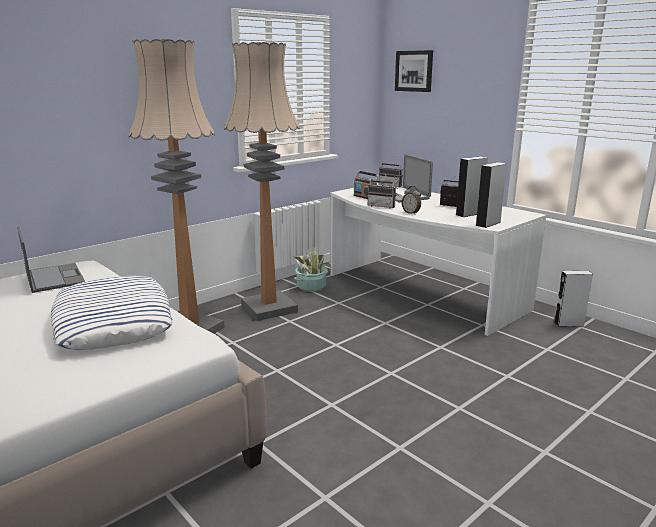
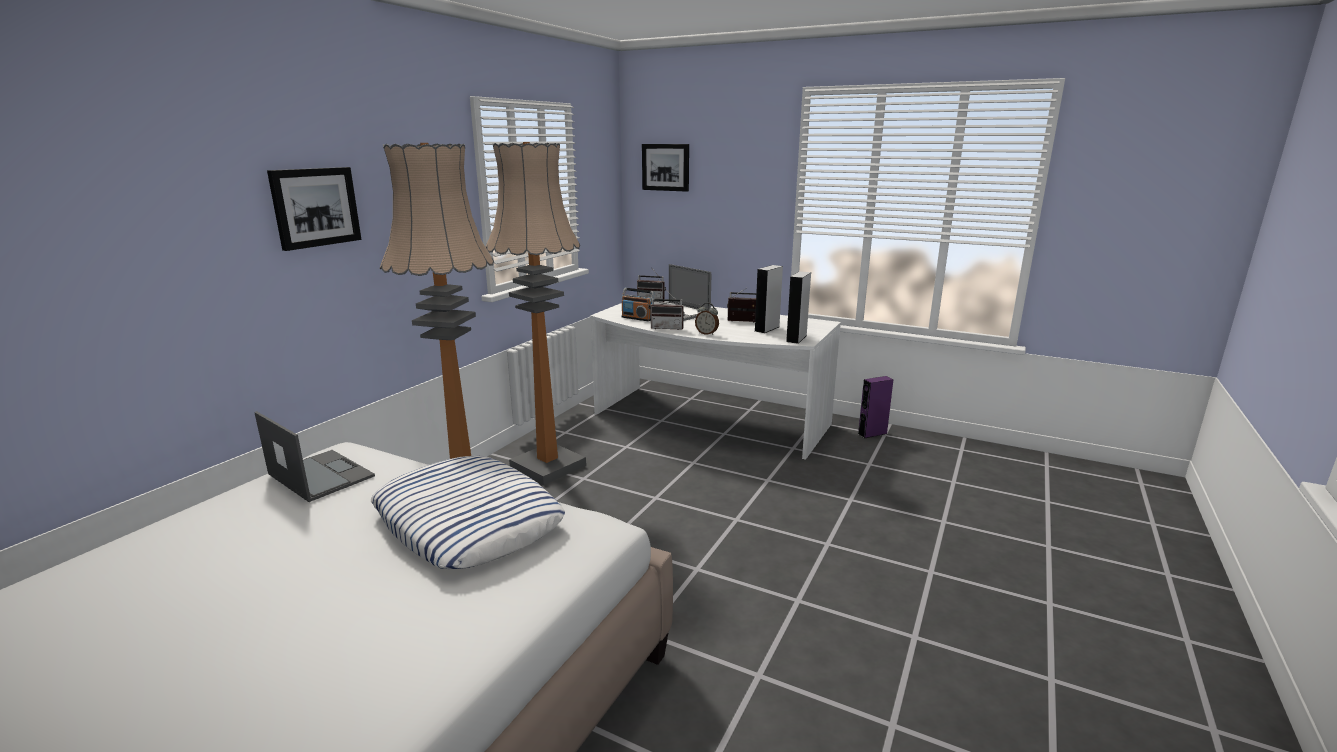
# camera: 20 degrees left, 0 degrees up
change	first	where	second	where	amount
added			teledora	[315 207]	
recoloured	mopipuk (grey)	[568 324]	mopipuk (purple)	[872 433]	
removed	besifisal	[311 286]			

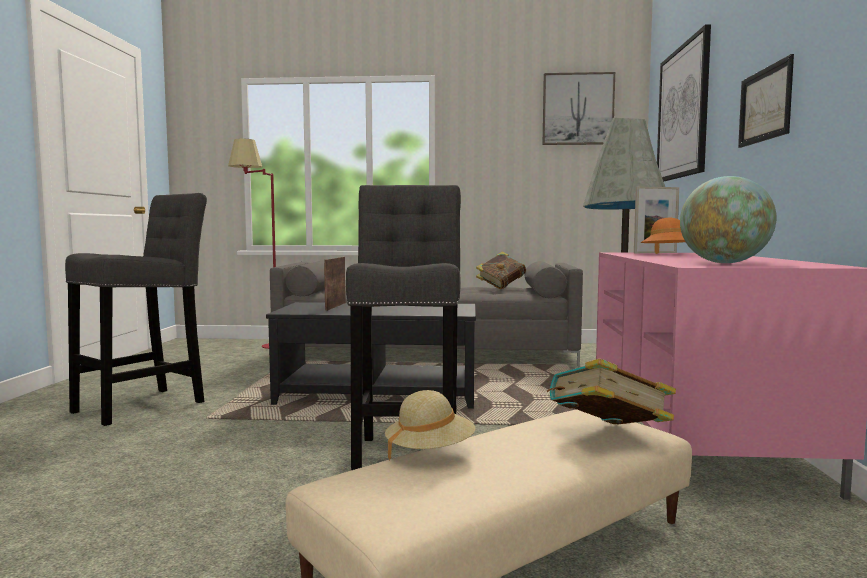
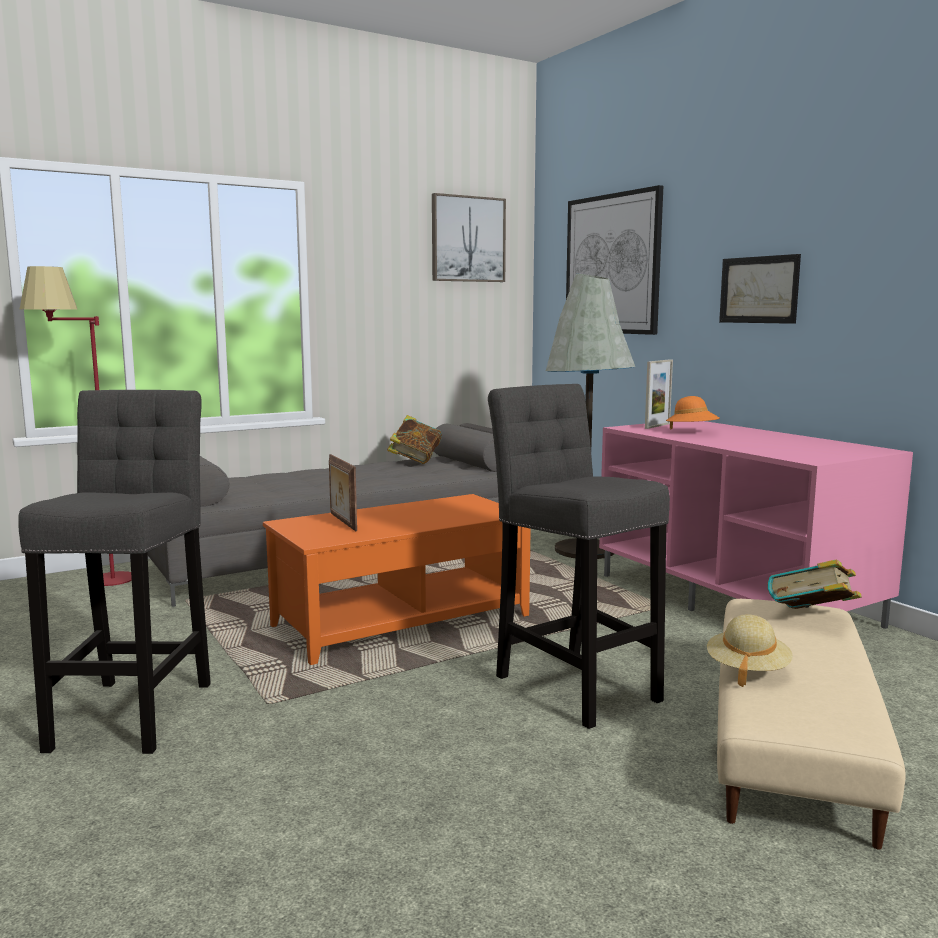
# camera: 35 degrees left, 5 degrees up
change	first	where	second	where	amount
recoloured	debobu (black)	[378 394]	debobu (orange)	[400 621]	
removed	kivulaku	[724 263]			

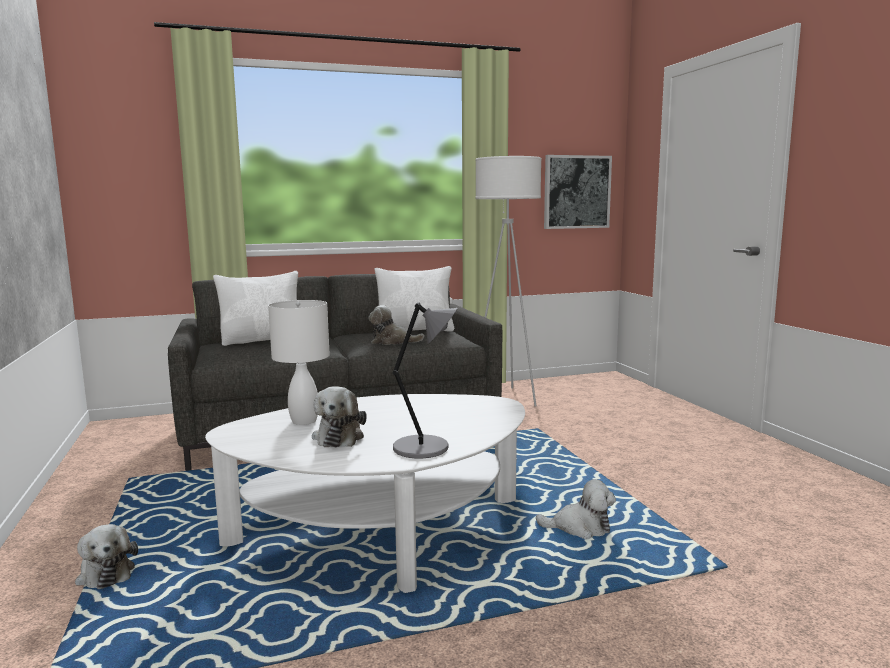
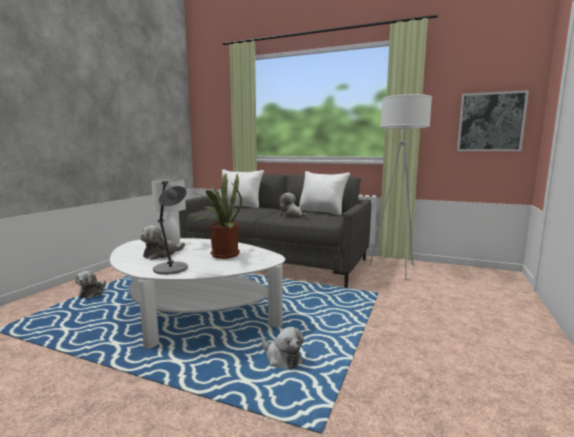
# camera: 40 degrees right, 0 degrees up
change	first	where	second	where	amount
added			besifisal	[222 254]	

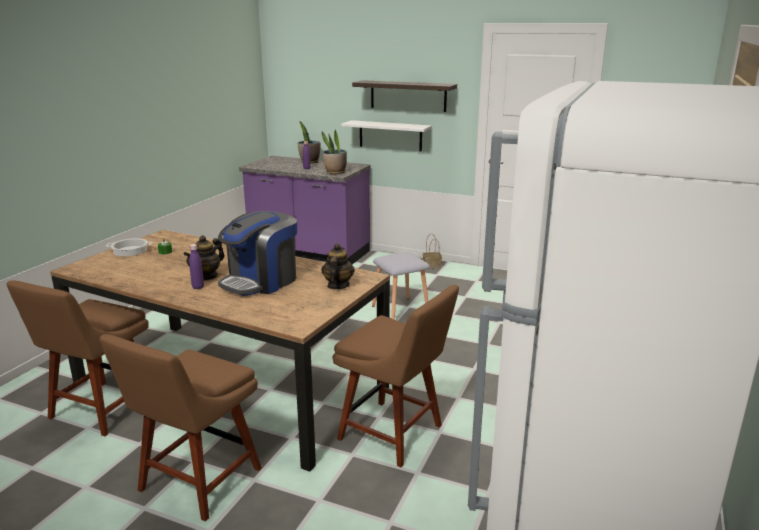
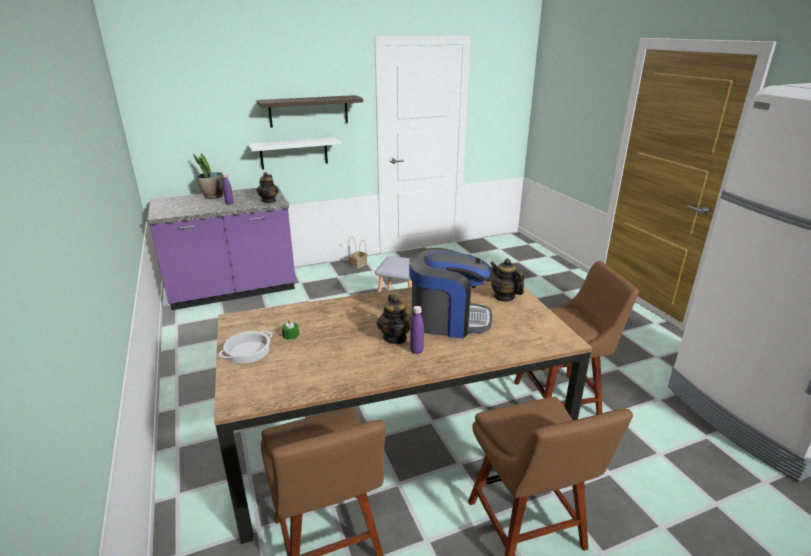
# camera: 45 degrees left, 5 degrees up
change	first	where	second	where	amount
replaced	besifisal	[335 172]	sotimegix	[269 201]	
turned	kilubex	[261 281]		[448 320]	75 degrees counterclockwise

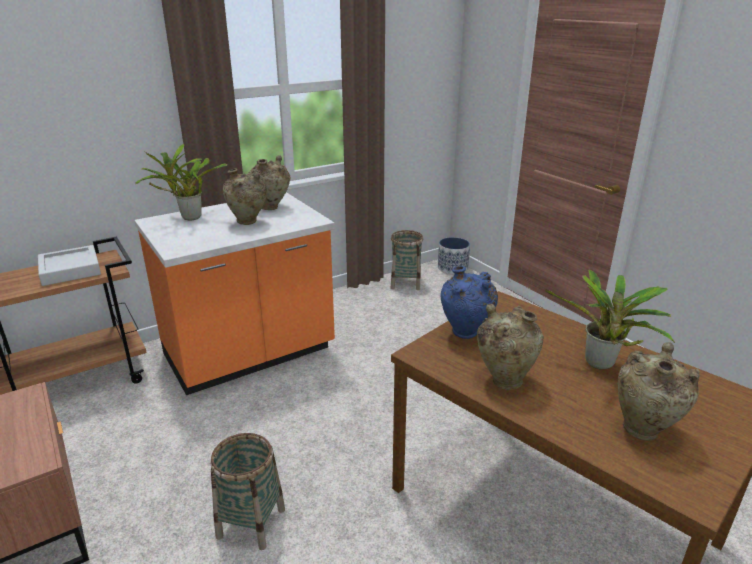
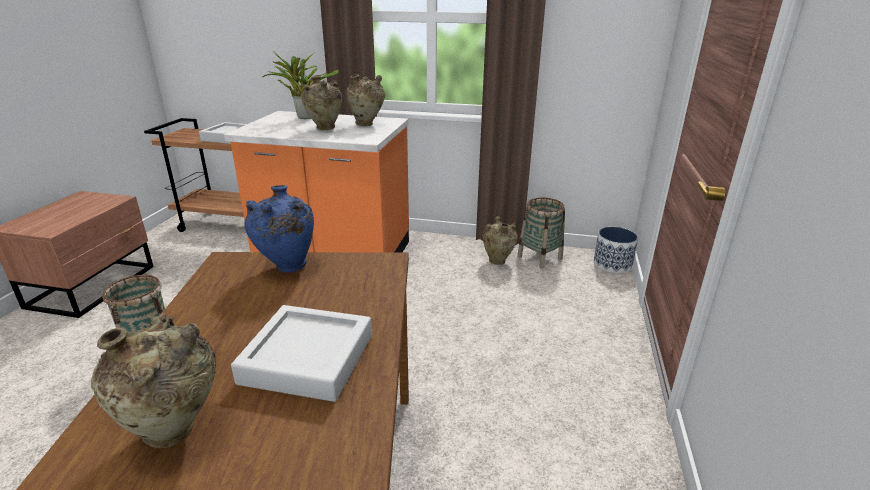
# camera: 45 degrees right, 0 degrees up
change	first	where	second	where	amount
replaced	besifisal	[601 366]	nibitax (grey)	[308 359]	
moved	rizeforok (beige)	[504 380]		[498 261]	

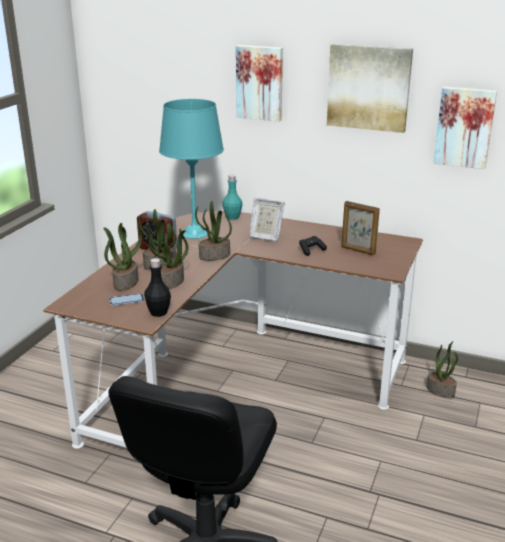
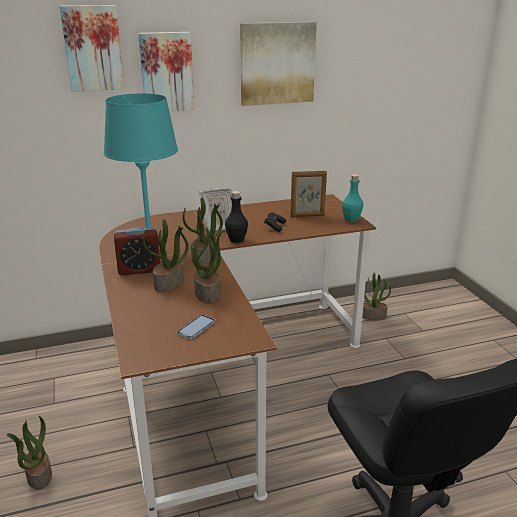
# camera: 40 degrees left, 0 degrees up
change	first	where	second	where	amount
moved	besifisal	[125 282]		[38 475]	
moved	teledora	[464 127]		[93 48]	
moved	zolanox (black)	[158 312]		[236 240]	
moved	zolanox (turquoise)	[232 217]		[351 219]	

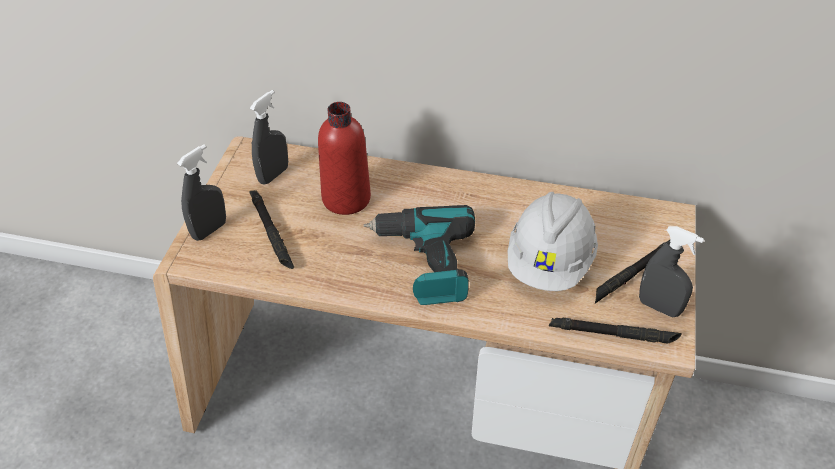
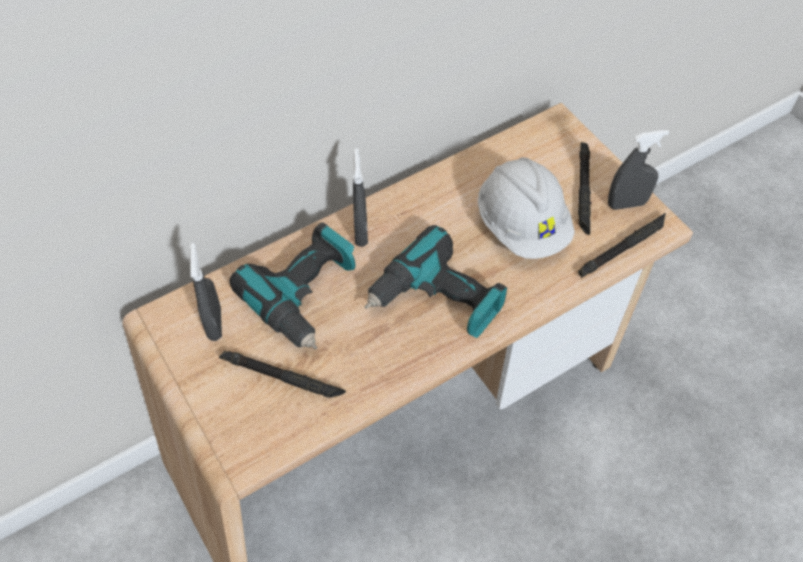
# camera: 45 degrees left, 10 degrees up
change	first	where	second	where	amount
replaced	zolanox (red)	[346 198]	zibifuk	[307 295]	
moved	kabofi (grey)	[209 230]		[361 232]	

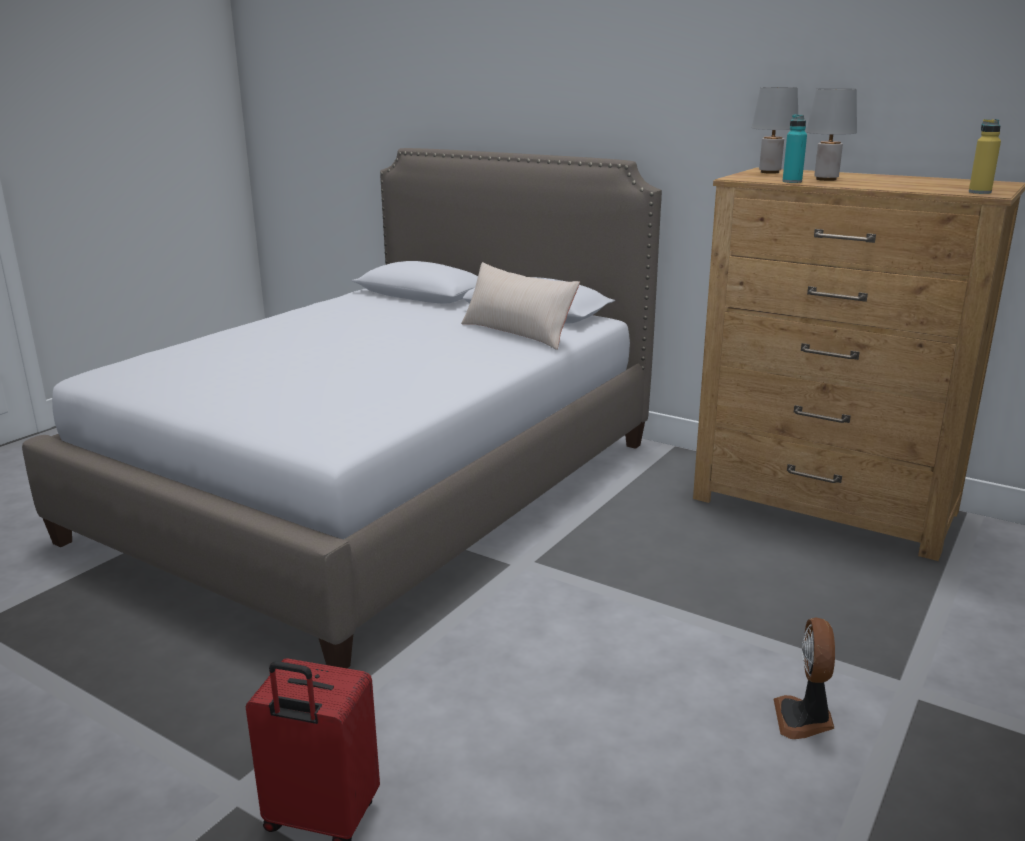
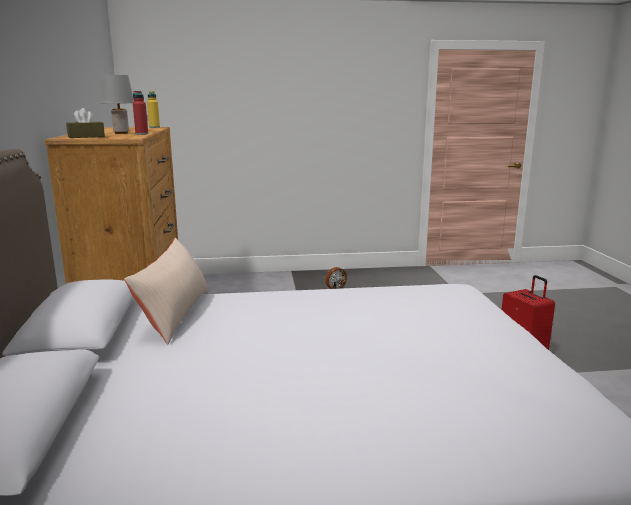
# camera: 130 degrees left, 5 degrees down
change	first	where	second	where	amount
replaced	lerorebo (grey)	[770 172]	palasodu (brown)	[86 137]	
recoloured	zolanox (turquoise)	[792 181]	zolanox (red)	[142 134]	

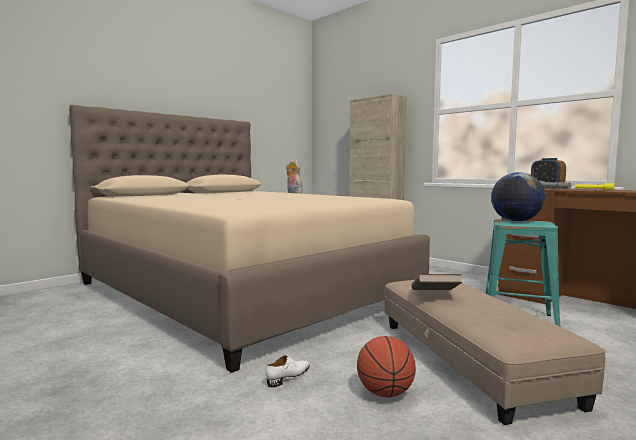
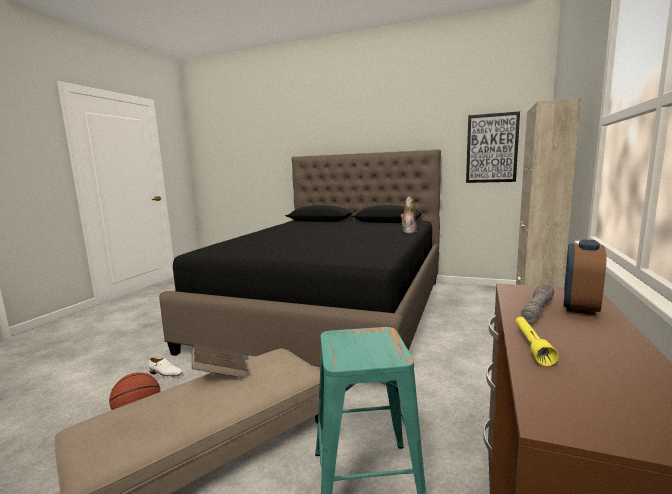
# camera: 65 degrees right, 5 degrees up
change	first	where	second	where	amount
recoloured	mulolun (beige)	[243 290]	mulolun (black)	[331 311]	
added			teledora	[491 148]	
removed	kivulaku	[515 221]			

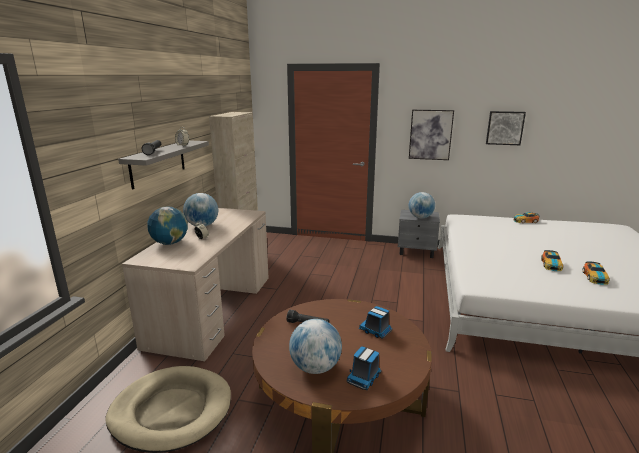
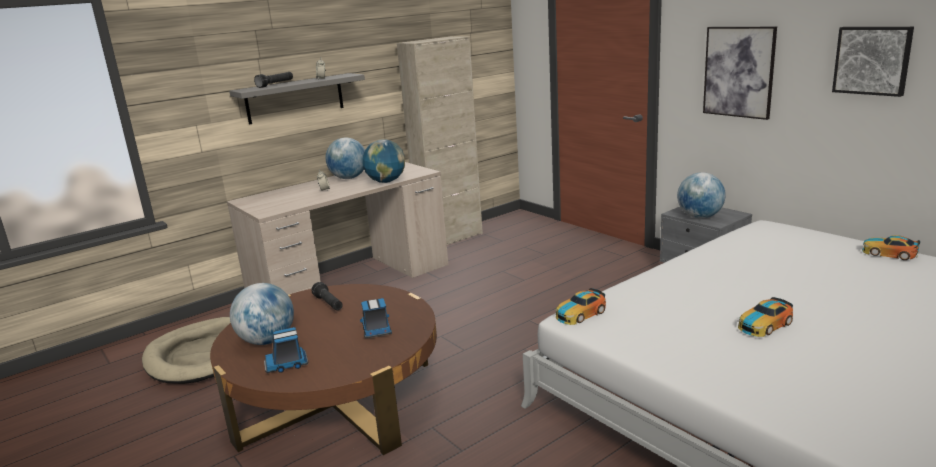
# camera: 40 degrees right, 0 degrees up
change	first	where	second	where	amount
moved	kivulaku	[170 243]		[386 181]	
moved	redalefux	[595 277]		[580 314]	

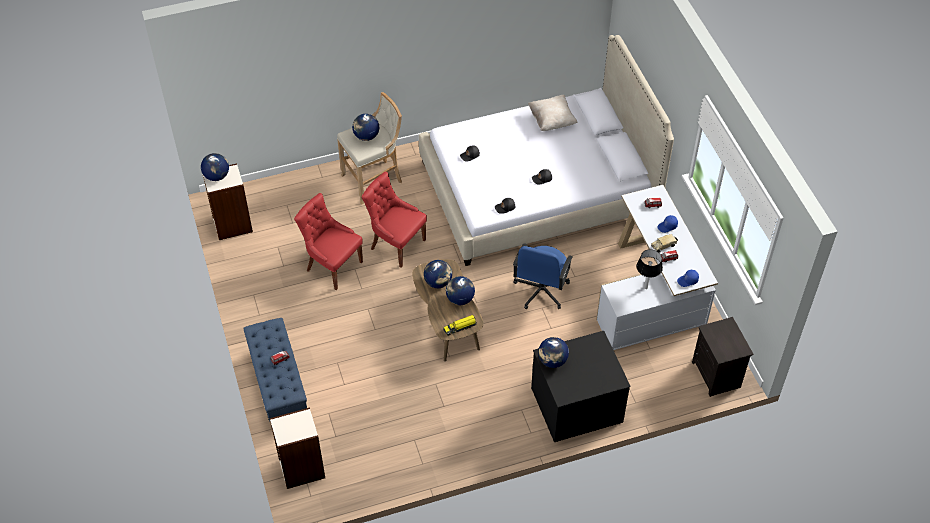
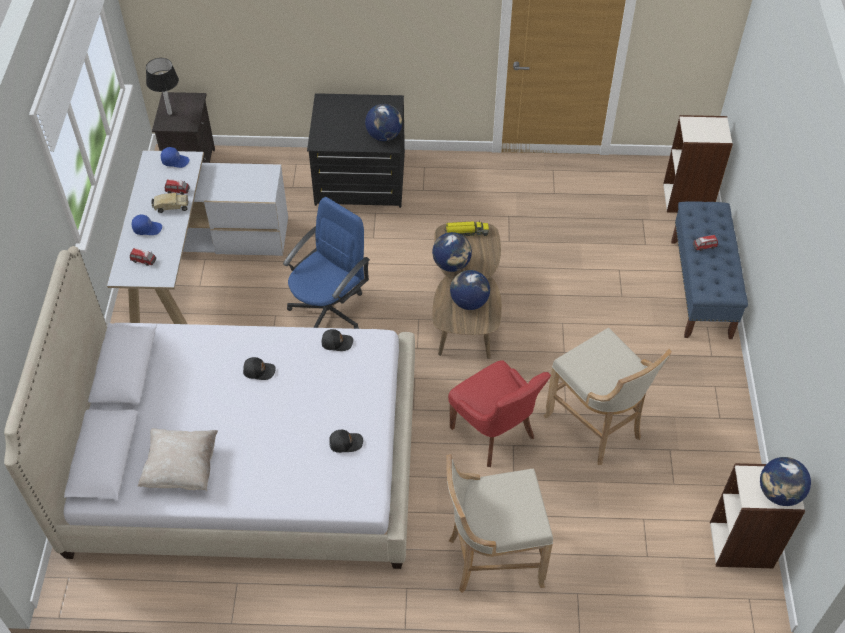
# camera: 160 degrees left, 0 degrees up
change	first	where	second	where	amount
moved	lerorebo	[645 287]		[169 113]	
replaced	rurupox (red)	[332 266]	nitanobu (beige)	[597 427]	
removed	kivulaku	[366 136]			

